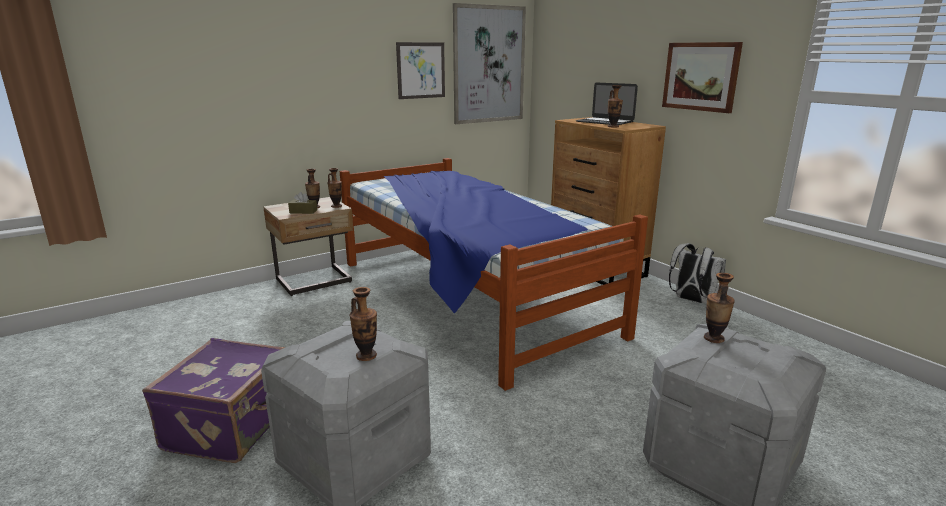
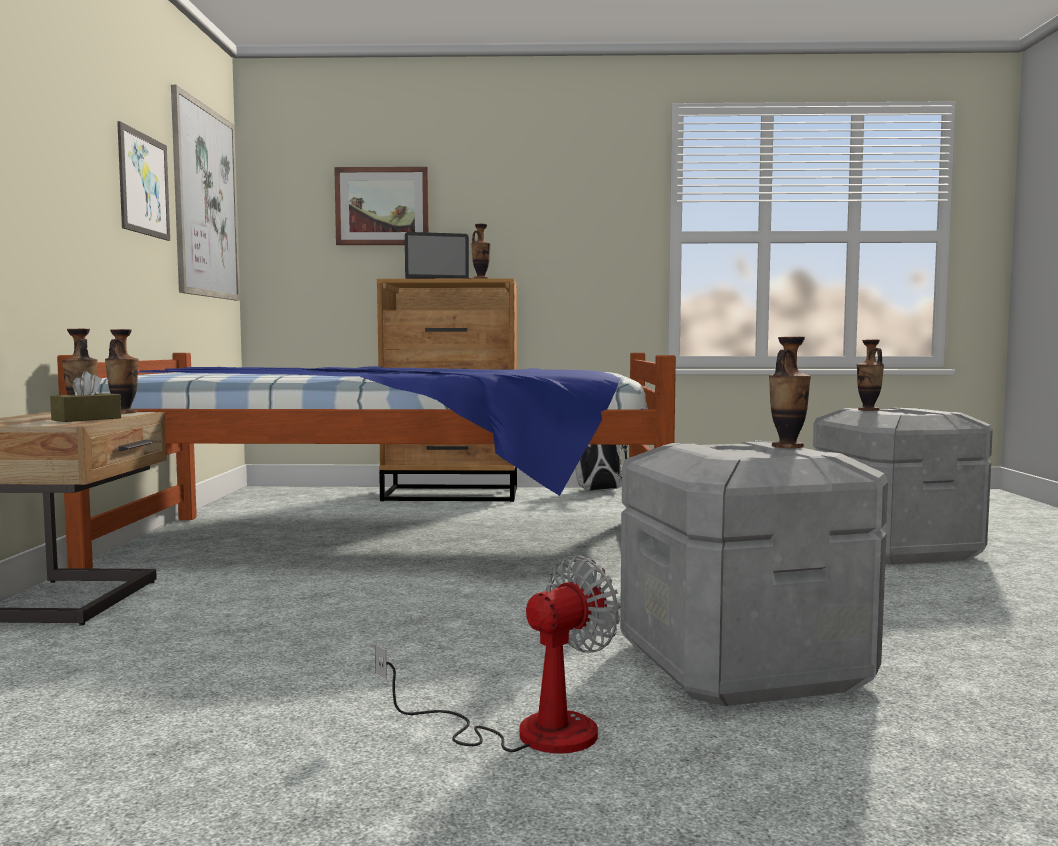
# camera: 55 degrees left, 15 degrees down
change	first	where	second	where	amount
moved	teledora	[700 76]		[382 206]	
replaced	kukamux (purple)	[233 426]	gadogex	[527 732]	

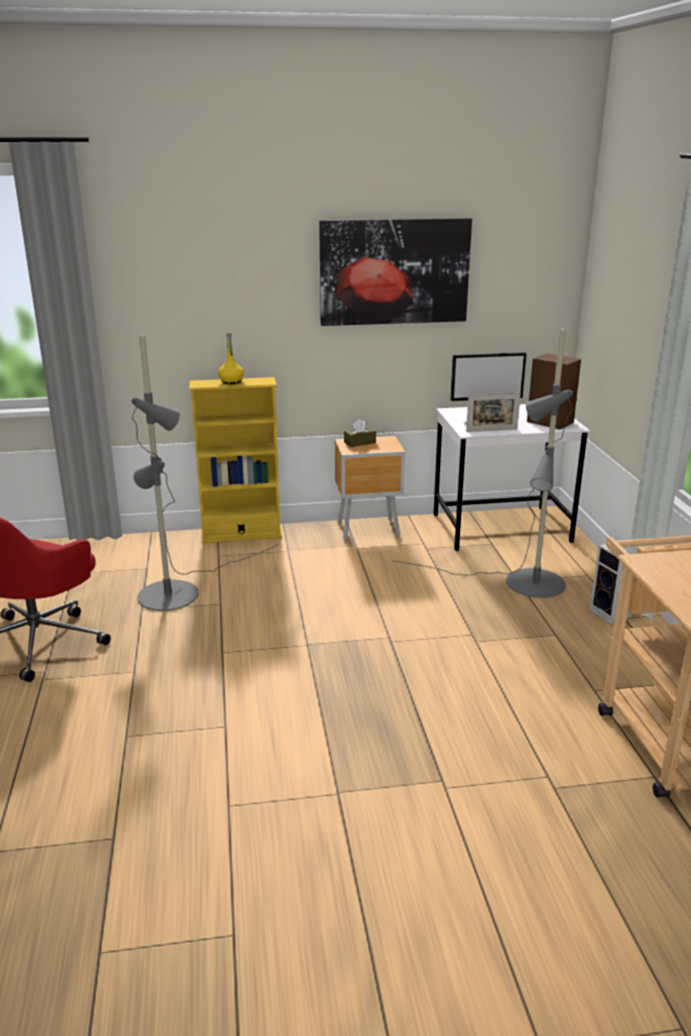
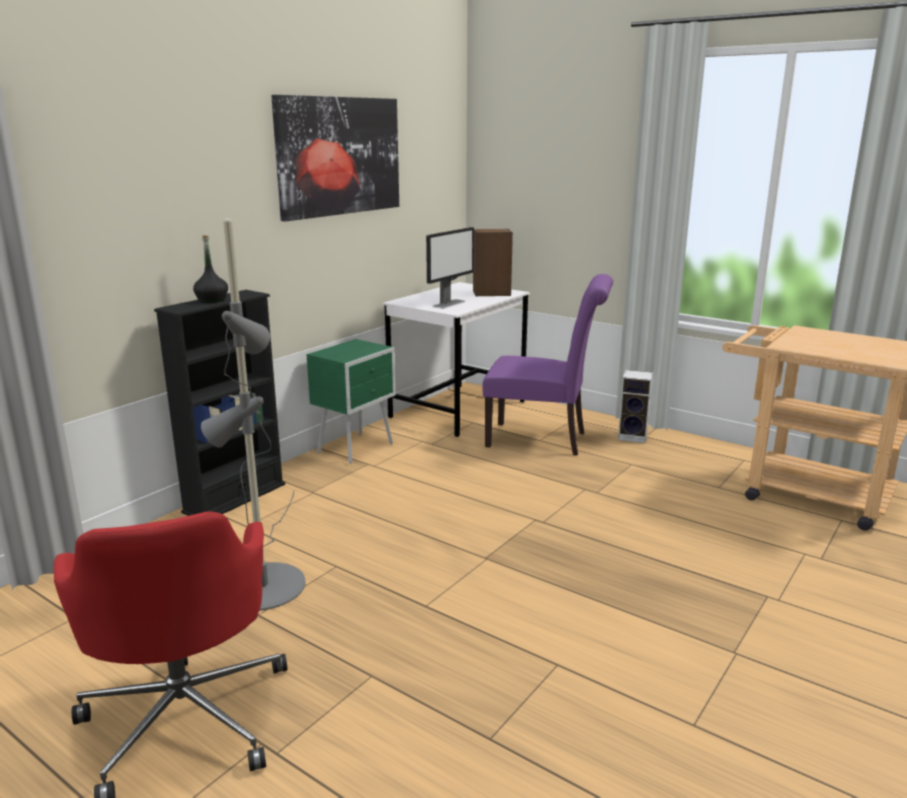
# camera: 45 degrees left, 5 degrees down
change	first	where	second	where	amount
recoloured	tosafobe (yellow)	[241 534]	tosafobe (black)	[235 498]	
recoloured	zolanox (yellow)	[231 381]	zolanox (black)	[212 300]	
recoloured	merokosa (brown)	[369 530]	merokosa (green)	[357 448]	
replaced	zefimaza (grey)	[521 581]	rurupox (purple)	[543 439]	
removed	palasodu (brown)	[359 442]			
removed	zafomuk	[491 430]			

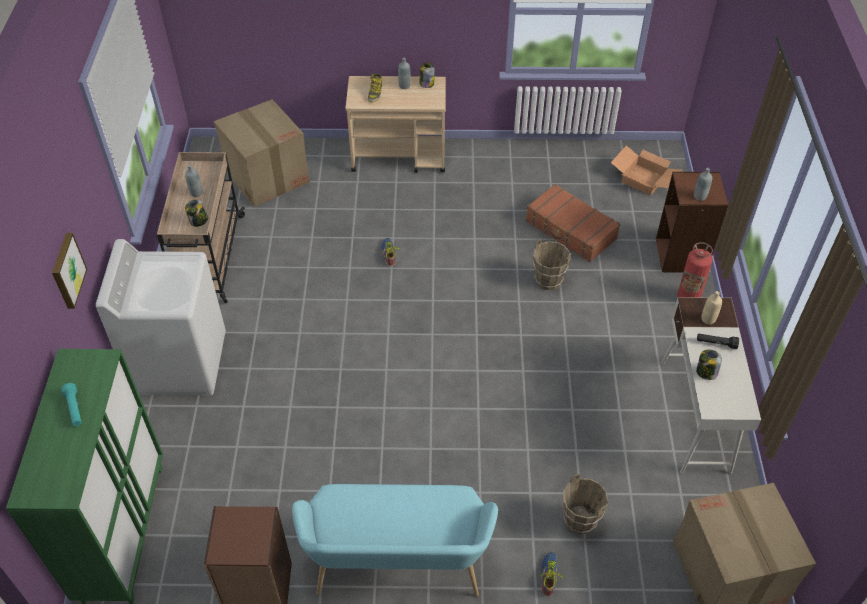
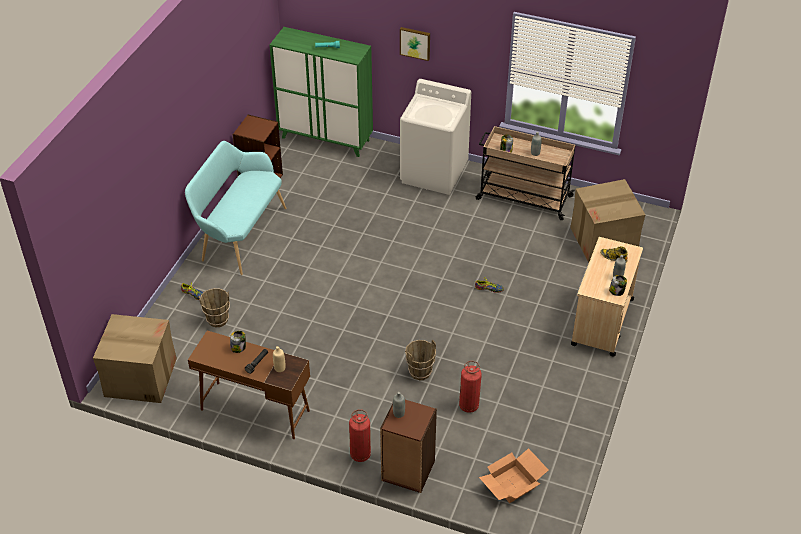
# camera: 110 degrees right, 5 degrees down
change	first	where	second	where	amount
recoloured	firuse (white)	[695 416]	firuse (brown)	[254 410]	
replaced	kukamux (brown)	[570 230]	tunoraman	[468 406]	

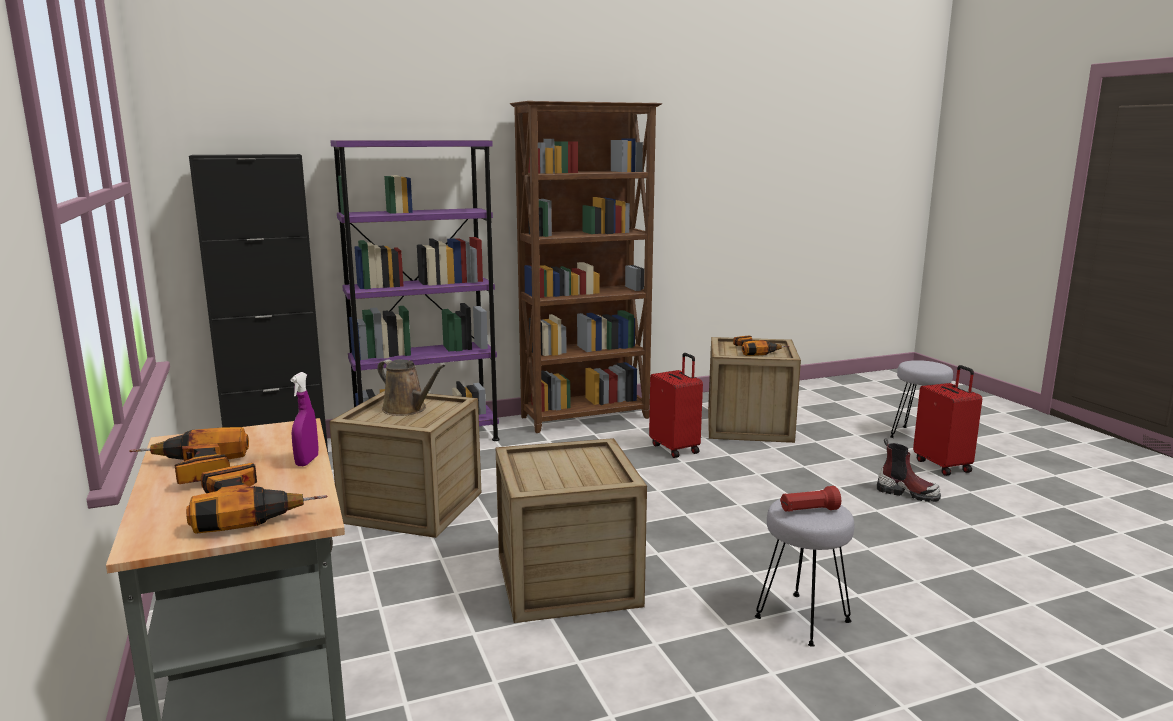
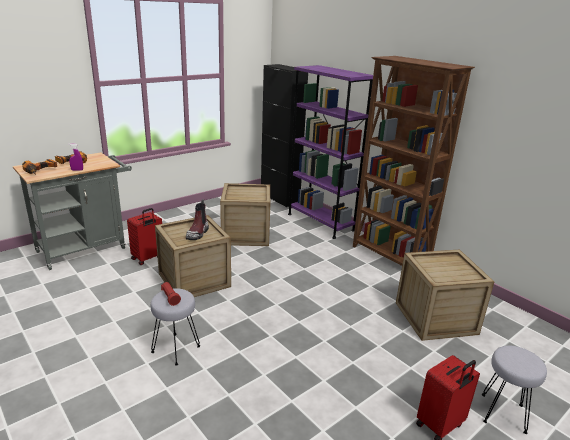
# camera: 70 degrees right, 10 degrees up
change	first	where	second	where	amount
moved	kukamux (red)	[675 448]		[148 258]	
moved	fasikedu	[907 493]		[197 233]	
removed	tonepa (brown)	[407 409]			
removed	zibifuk	[756 351]			

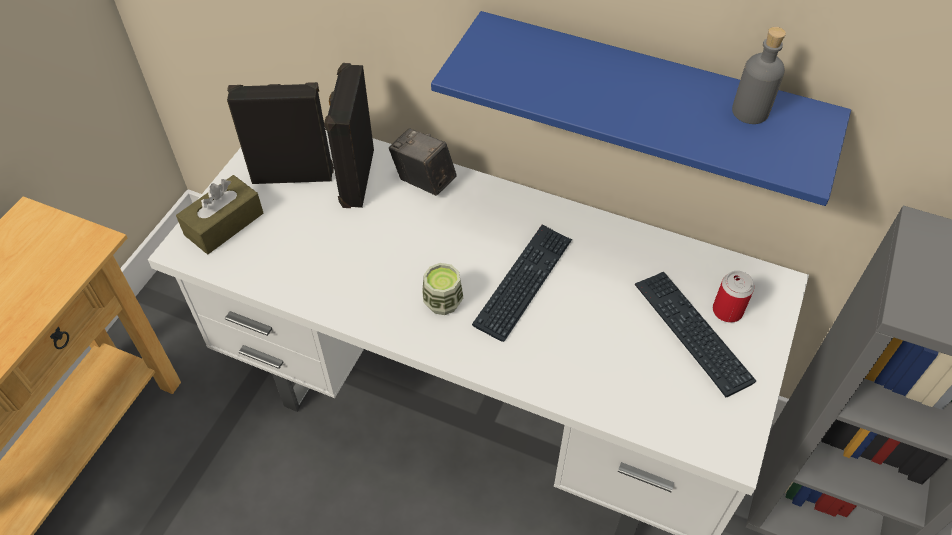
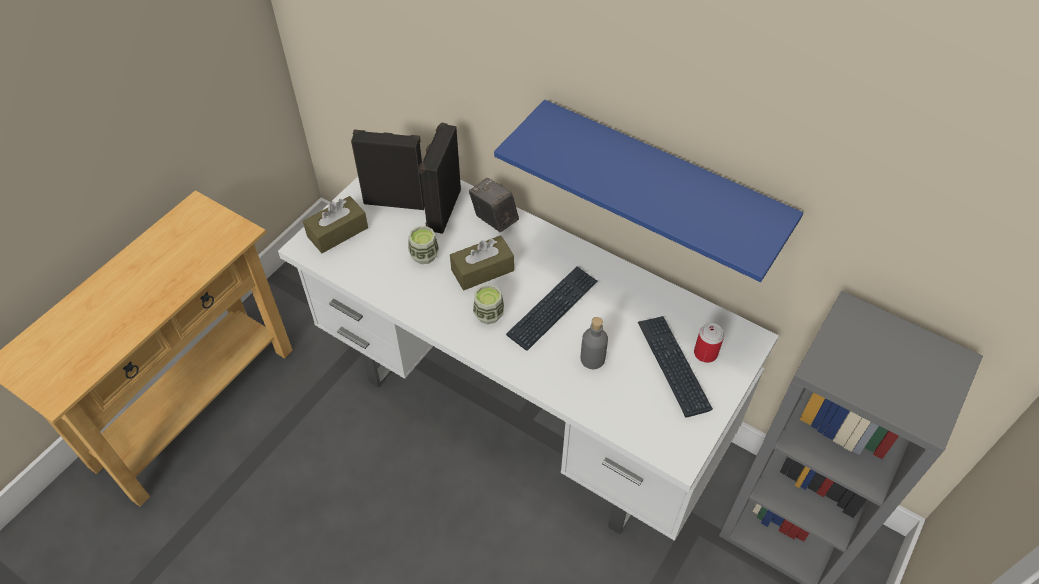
# camera: 10 degrees right, 0 degrees up
change	first	where	second	where	amount
added			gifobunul	[424 255]	
added			palasodu (brown)	[482 270]	
moved	zolanox (grey)	[750 111]		[592 359]	

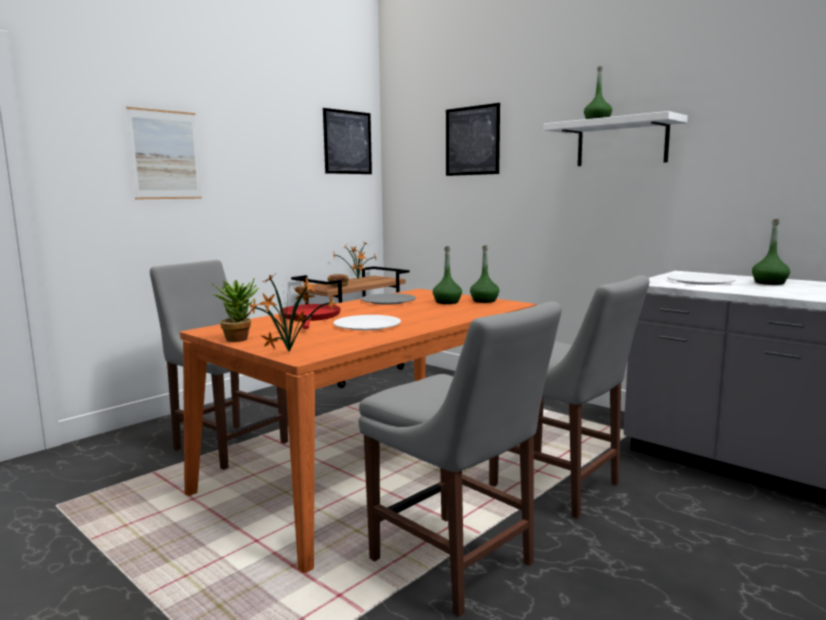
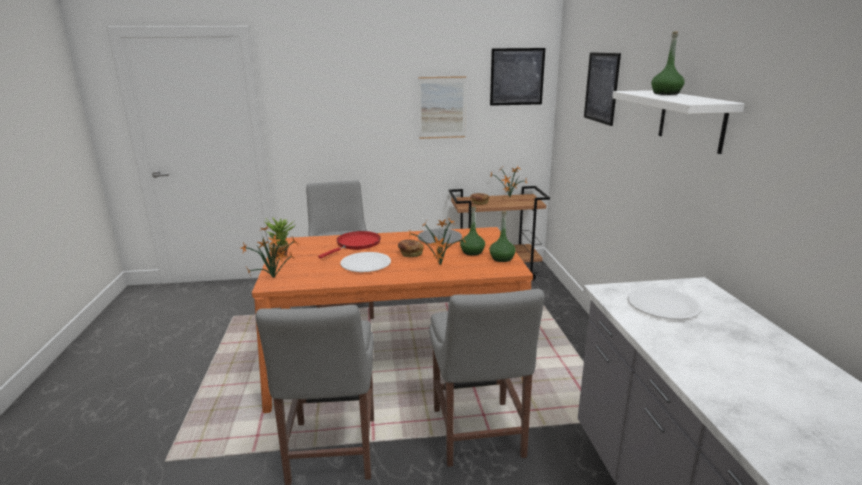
# camera: 40 degrees right, 10 degrees up
change	first	where	second	where	amount
added			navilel	[410 253]	
added			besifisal	[439 265]	
moved	teledora	[165 155]		[442 107]	
removed	zolanox (green)	[769 283]			

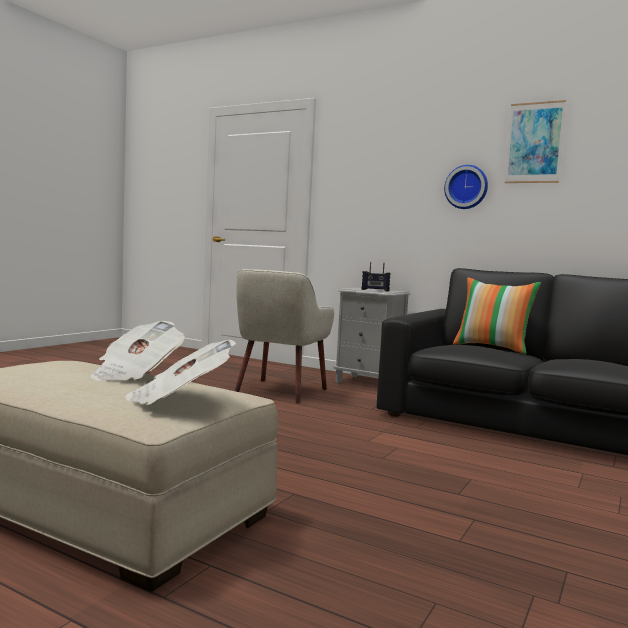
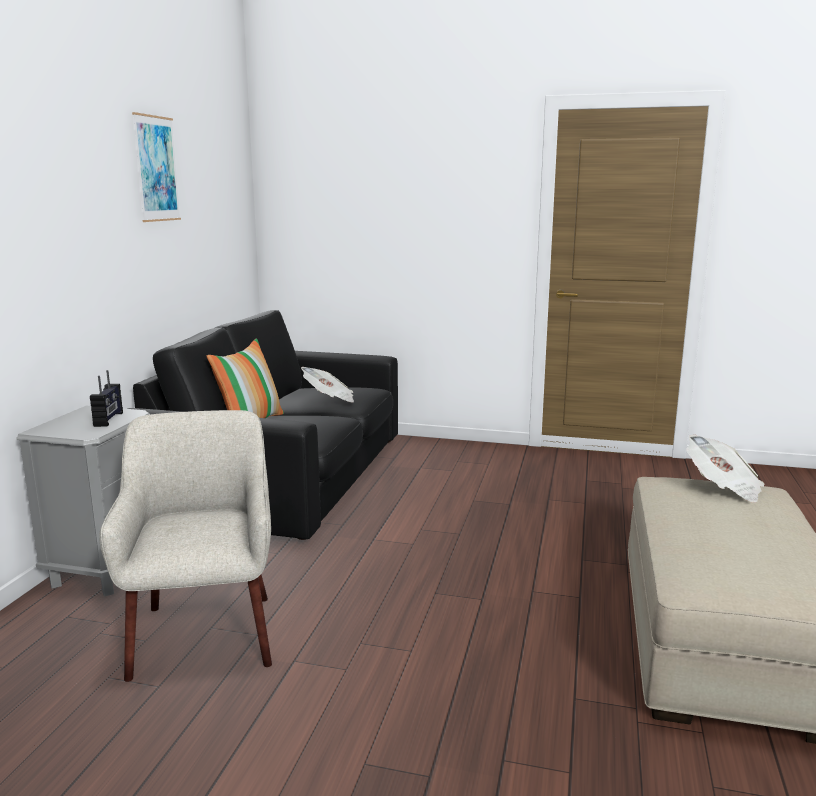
# camera: 105 degrees left, 10 degrees up
change	first	where	second	where	amount
turned	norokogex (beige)	[279 391]		[205 634]	105 degrees counterclockwise
moved	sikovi	[136 374]		[329 399]	
removed	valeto	[466 187]			

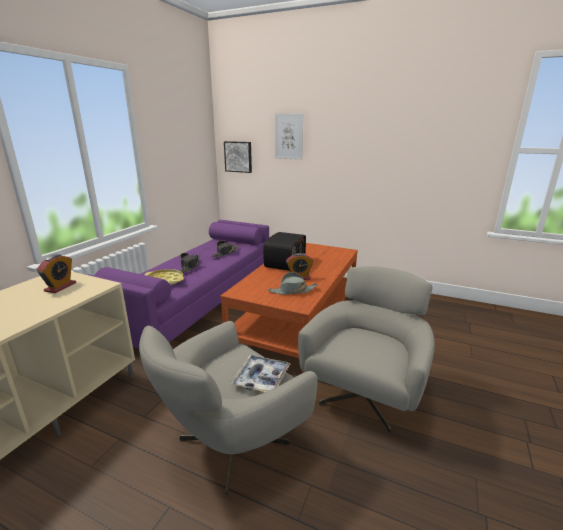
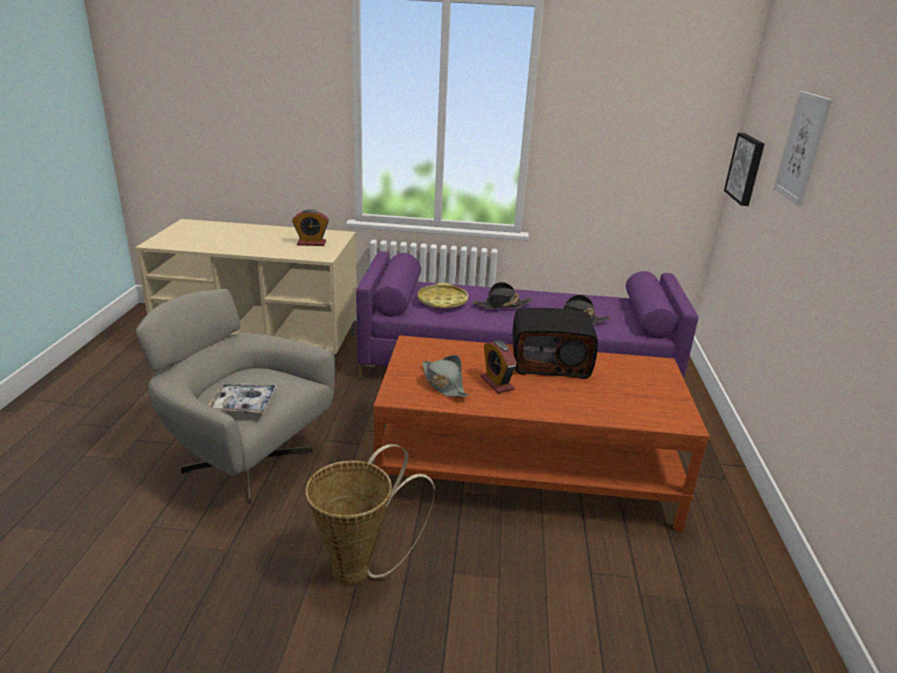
# camera: 70 degrees right, 5 degrees up
change	first	where	second	where	amount
replaced	norokogex (grey)	[365 394]	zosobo	[360 569]	

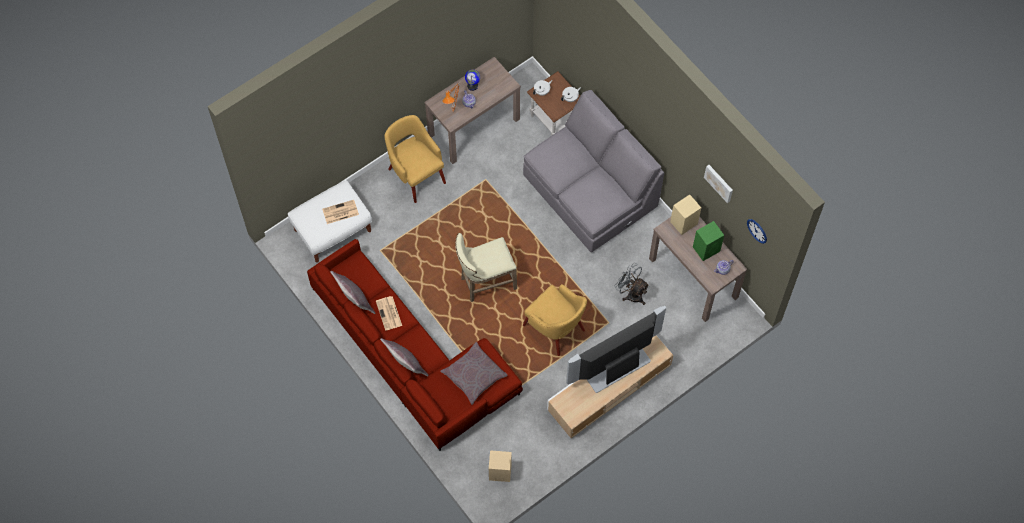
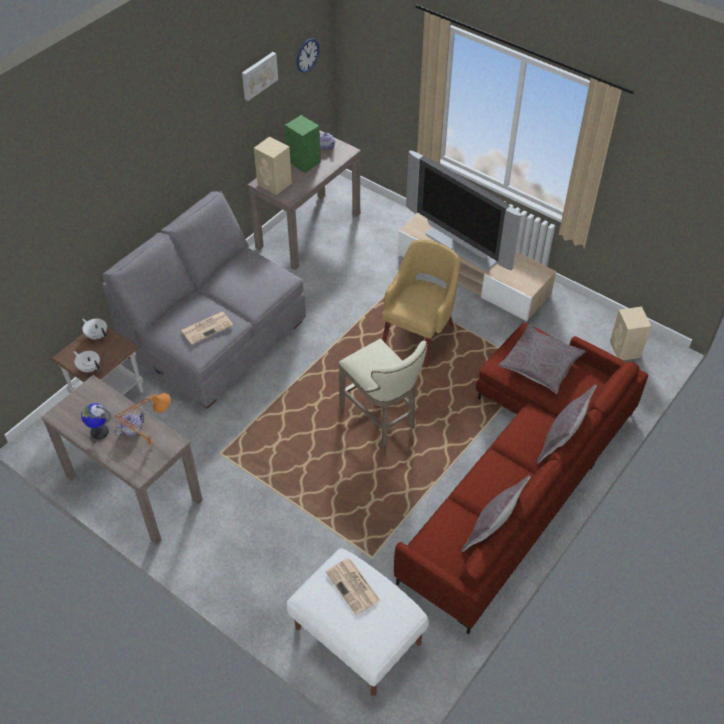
# camera: 105 degrees left, 15 degrees down
change	first	where	second	where	amount
moved	sikovi	[389 313]		[207 327]	
removed	norokogex (yellow)	[416 174]			
removed	gadogex (grey)	[631 293]			

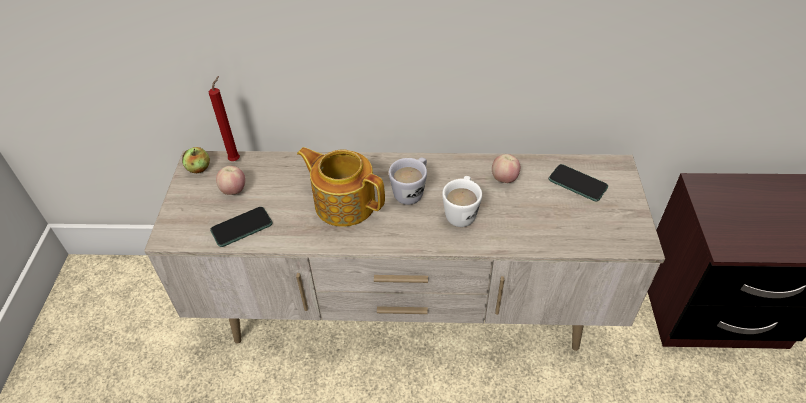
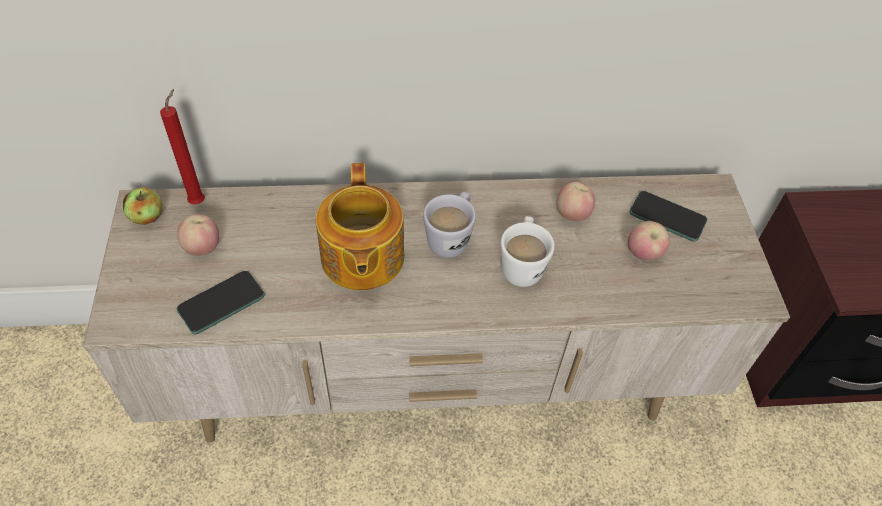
# camera: 10 degrees left, 5 degrees up
change	first	where	second	where	amount
turned	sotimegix	[344 202]		[361 258]	120 degrees counterclockwise
added			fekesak	[643 253]	

